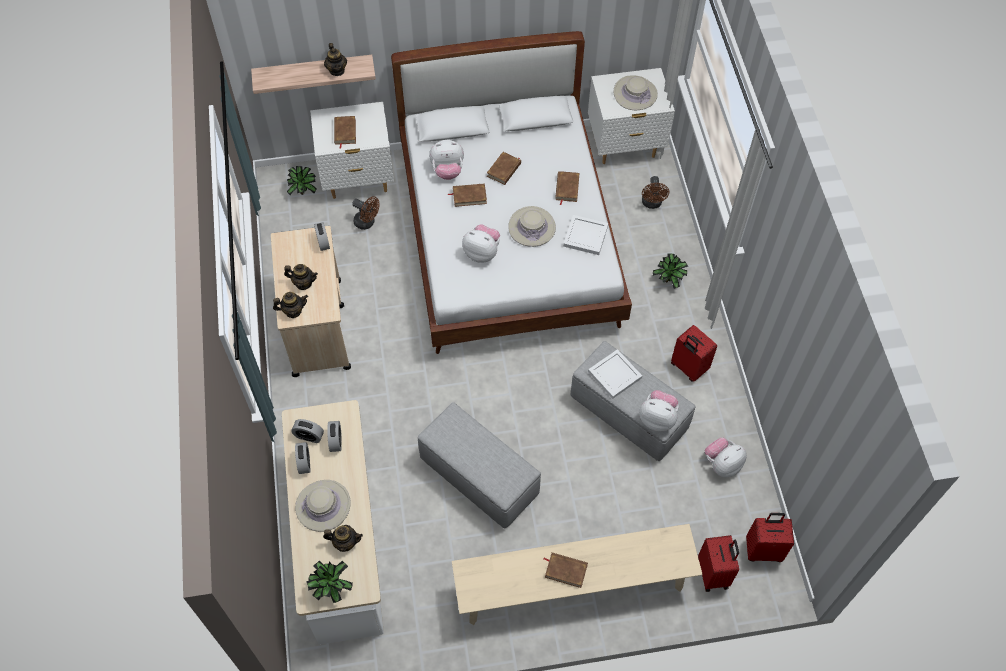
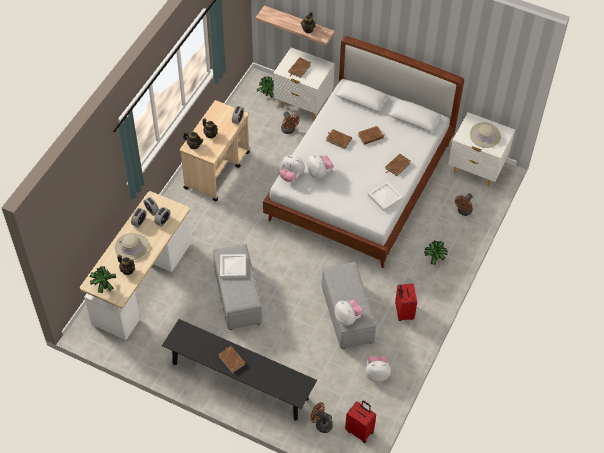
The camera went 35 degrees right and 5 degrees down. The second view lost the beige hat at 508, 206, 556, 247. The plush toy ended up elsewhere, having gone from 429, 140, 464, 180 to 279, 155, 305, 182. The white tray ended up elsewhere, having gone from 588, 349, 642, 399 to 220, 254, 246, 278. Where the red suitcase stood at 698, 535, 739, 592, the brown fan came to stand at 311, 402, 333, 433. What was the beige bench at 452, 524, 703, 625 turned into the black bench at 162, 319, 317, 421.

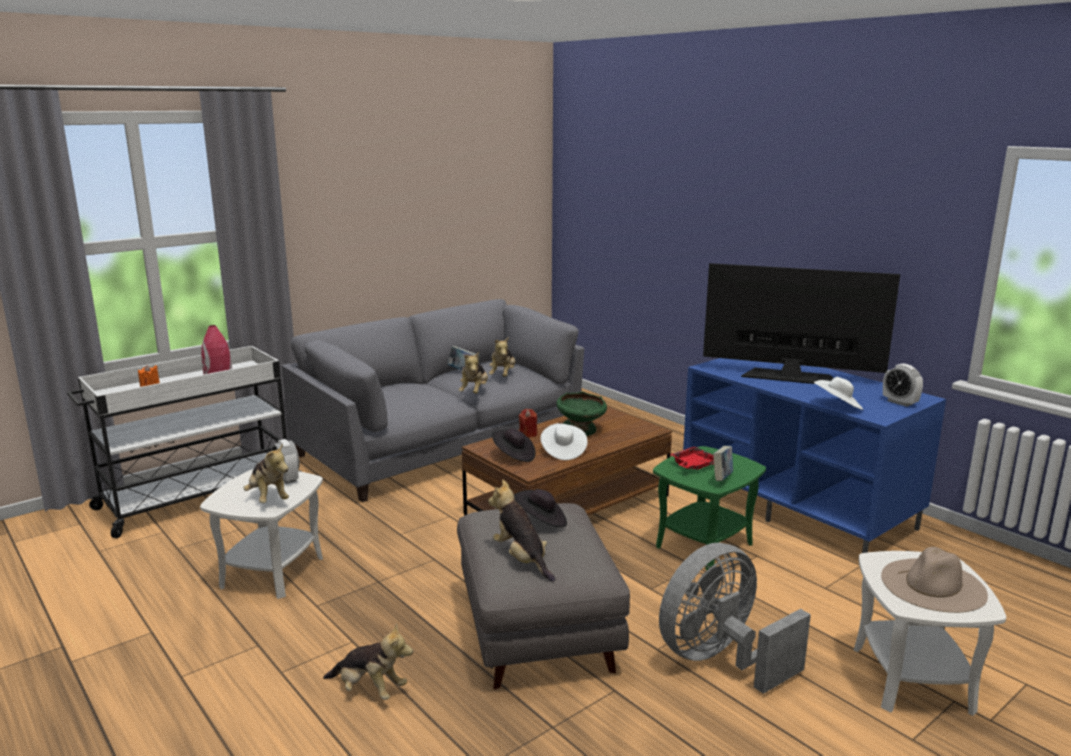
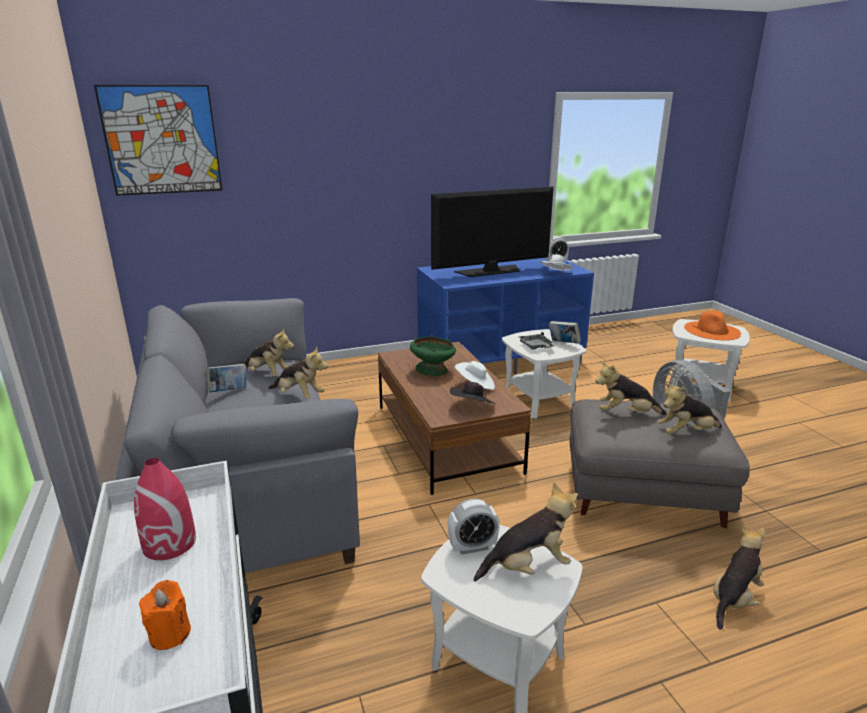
The camera went 70 degrees left and 5 degrees up. The second view lost the red candle at 519, 409, 537, 438. The second view gained the picture at 94, 85, 222, 196. Where the black hat stood at 514, 489, 567, 528, the plush toy came to stand at 595, 361, 667, 415. What was the green side table at 653, 446, 766, 571 turned into the white side table at 502, 329, 586, 419. What was the red tray at 669, 446, 714, 470 turned into the grey tray at 518, 332, 555, 350. What was the beige hat at 881, 547, 988, 613 turned into the orange hat at 684, 310, 741, 341. The television at 703, 263, 900, 384 ended up facing another way, 150 degrees counterclockwise from before.

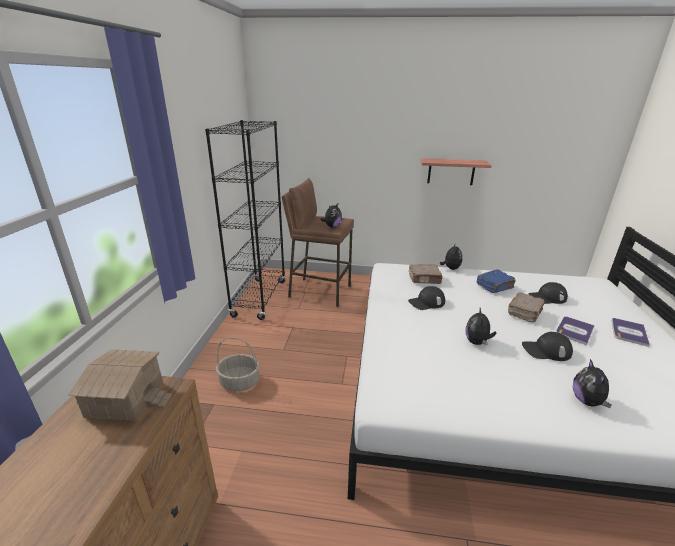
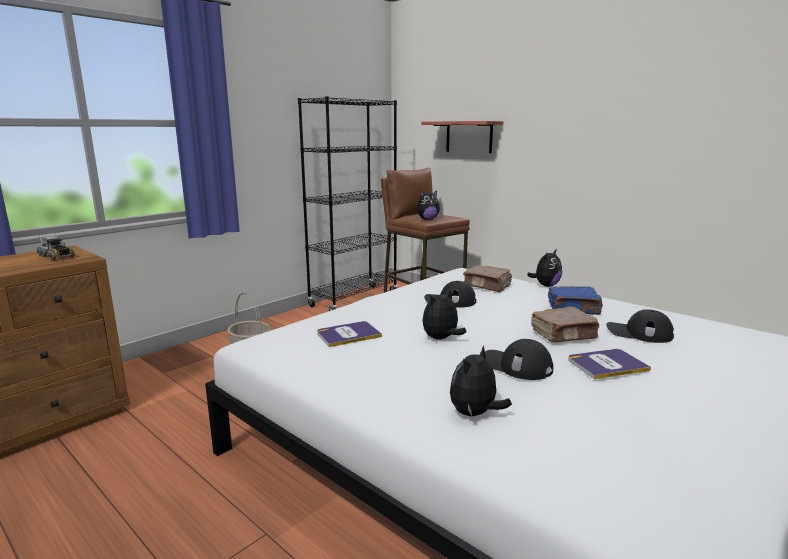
The camera went 35 degrees right and 10 degrees down. The shelf ended up elsewhere, having gone from 421, 158, 492, 185 to 421, 121, 503, 153. The book ended up elsewhere, having gone from 612, 318, 650, 347 to 317, 321, 382, 347. Where the toy house stood at 68, 349, 172, 421, the toy truck came to stand at 37, 233, 74, 260.

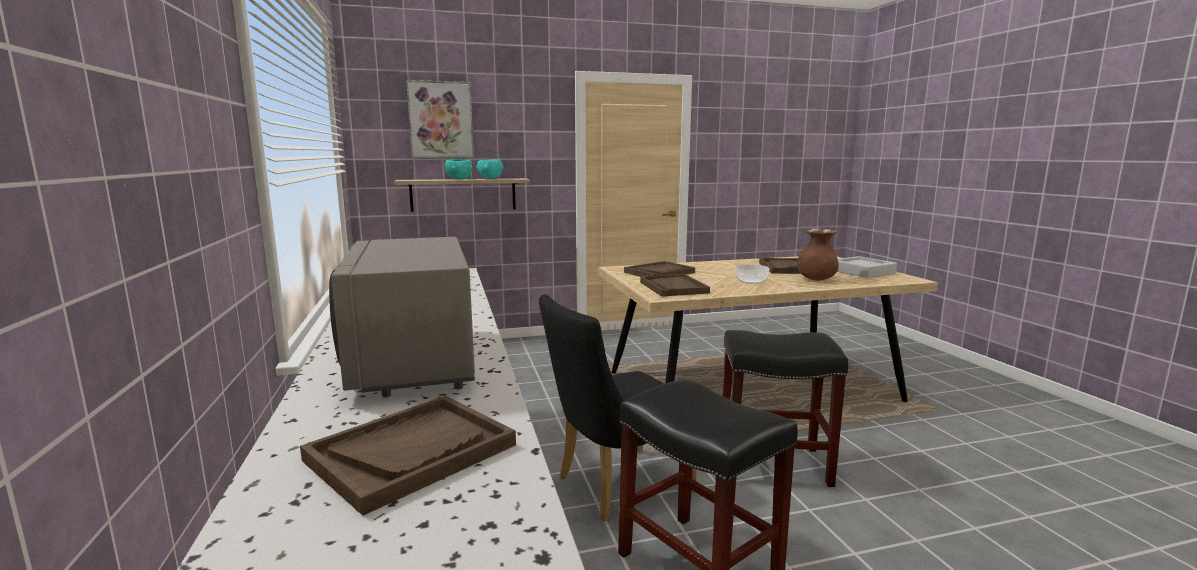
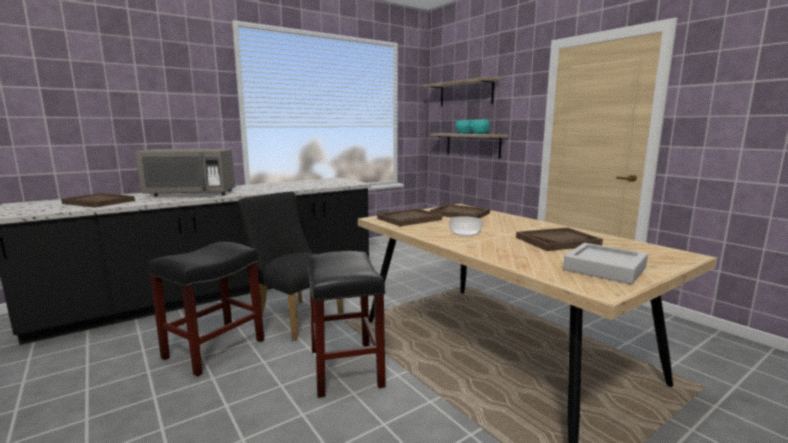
The camera went 70 degrees right and 0 degrees up. The second view lost the brown vase at 797, 229, 839, 281. Where the picture hung at 406, 80, 474, 158, the shelf came to hang at 424, 77, 501, 106. The grey microwave at 329, 237, 475, 397 ended up facing another way, 150 degrees counterclockwise from before.

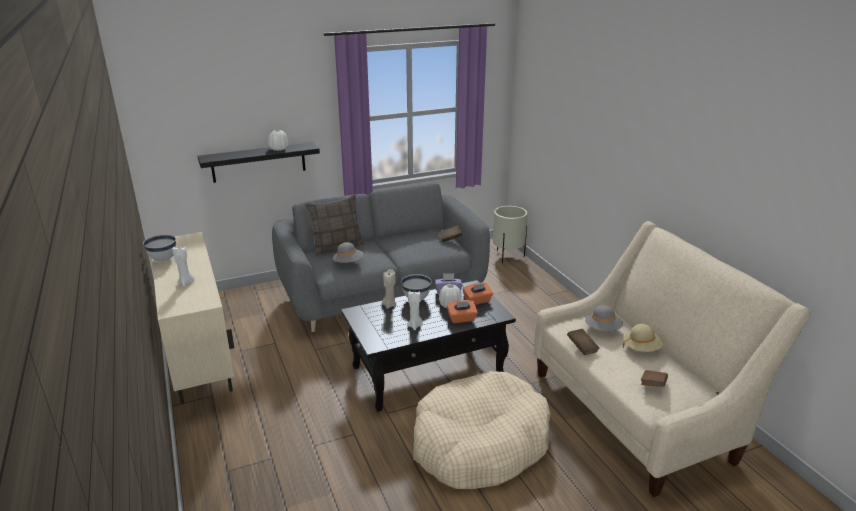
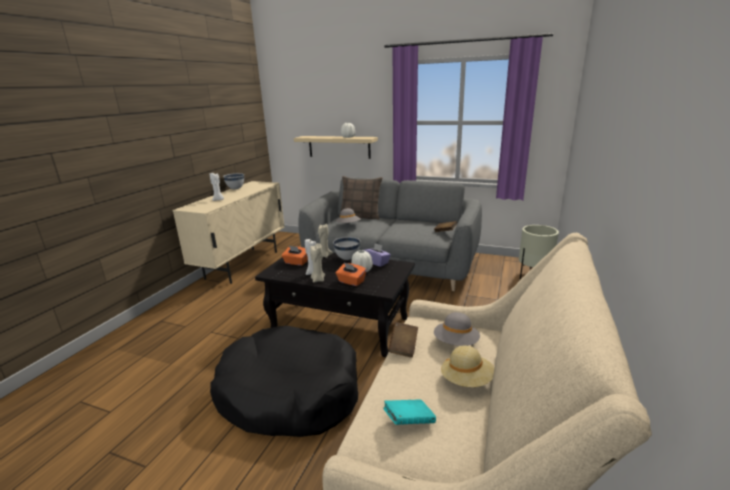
The camera went 45 degrees right and 5 degrees down. The second view gained the beige candle at 310, 243, 325, 283. The orange tissue box ended up elsewhere, having gone from 463, 283, 493, 305 to 282, 246, 308, 266. What was the black shelf at 198, 142, 320, 183 turned into the beige shelf at 294, 136, 378, 159. What was the beige dog bed at 413, 371, 550, 489 turned into the black dog bed at 210, 326, 358, 437. What was the brown book at 641, 370, 668, 387 turned into the turquoise book at 383, 399, 436, 425.

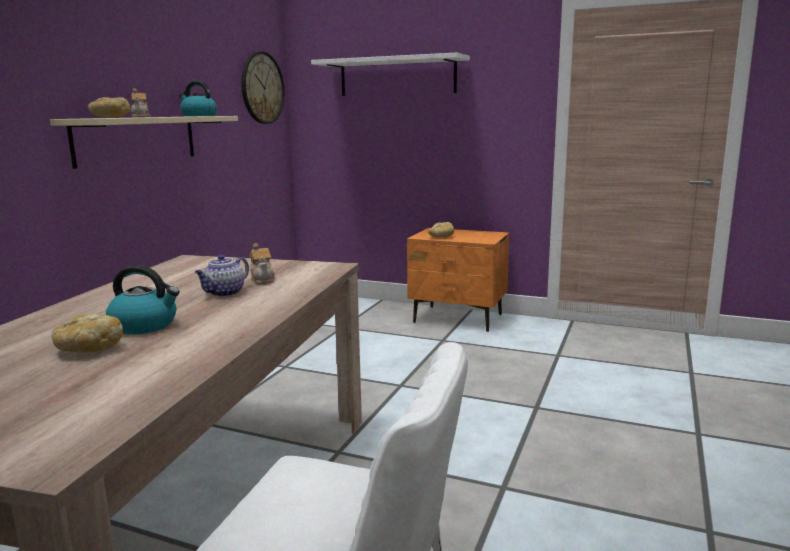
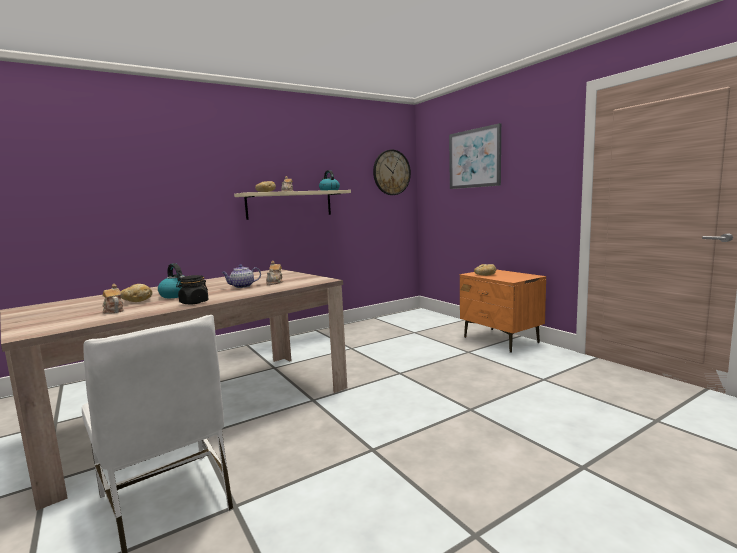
The camera went 35 degrees right and 5 degrees down. The second view gained the teapot at 102, 284, 124, 314. The second view gained the black jar at 176, 275, 208, 305. Where the white shelf hung at 311, 53, 470, 96, the picture came to hang at 449, 123, 501, 189.

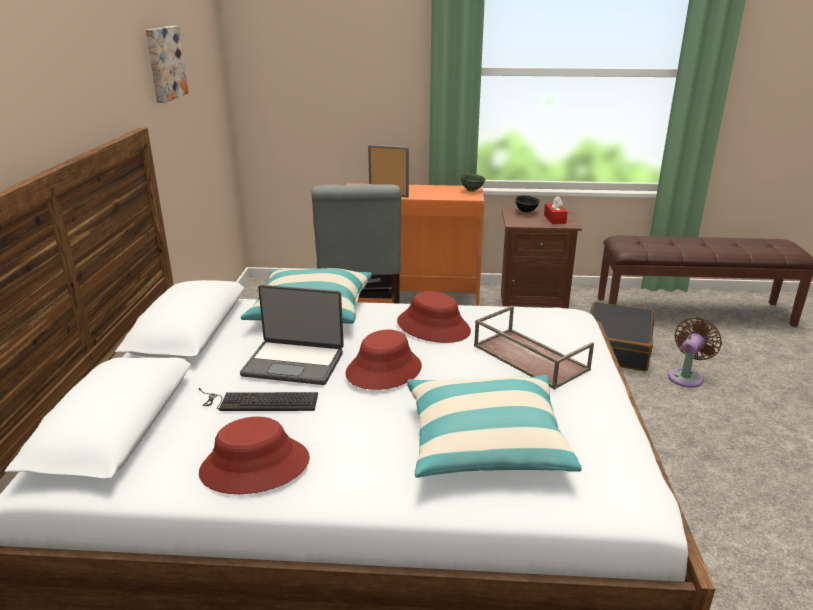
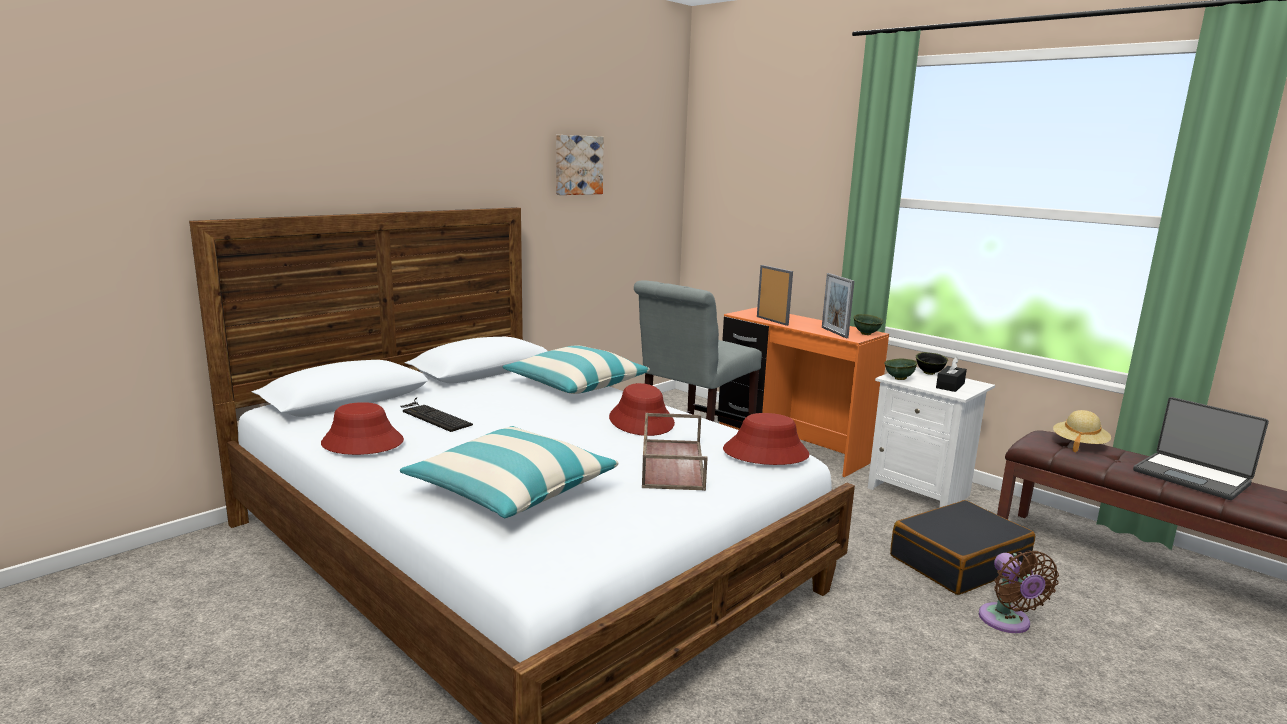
The camera went 40 degrees right and 10 degrees down. The second view gained the picture frame at 822, 273, 855, 338. The second view gained the green bowl at 884, 358, 918, 380. The second view gained the beige hat at 1053, 410, 1111, 453. The laptop ended up elsewhere, having gone from 240, 285, 344, 385 to 1133, 397, 1269, 500. The red hat ended up elsewhere, having gone from 345, 330, 422, 390 to 723, 413, 810, 465. What was the brown nightstand at 501, 209, 582, 309 turned into the white nightstand at 868, 367, 995, 507. What was the red tissue box at 544, 196, 568, 224 turned into the black tissue box at 936, 357, 967, 392. The brown fan at 668, 318, 722, 388 ended up facing another way, 90 degrees clockwise from before.

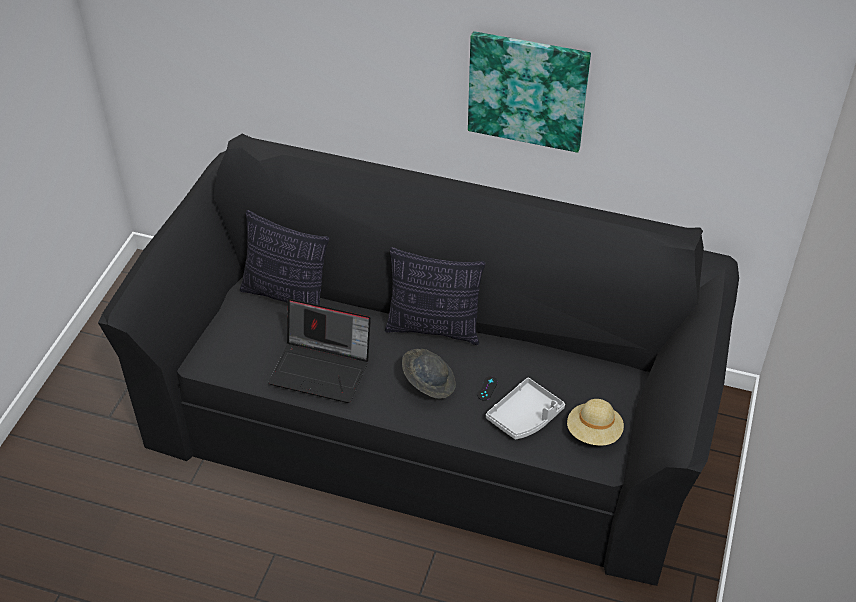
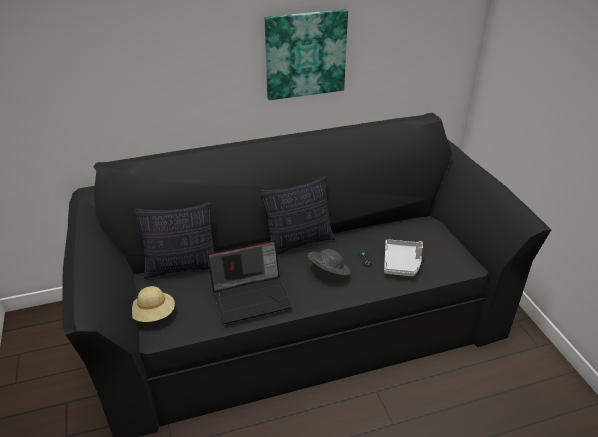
The camera went 35 degrees left and 10 degrees down. The beige hat ended up elsewhere, having gone from 567, 399, 624, 446 to 132, 286, 175, 322.

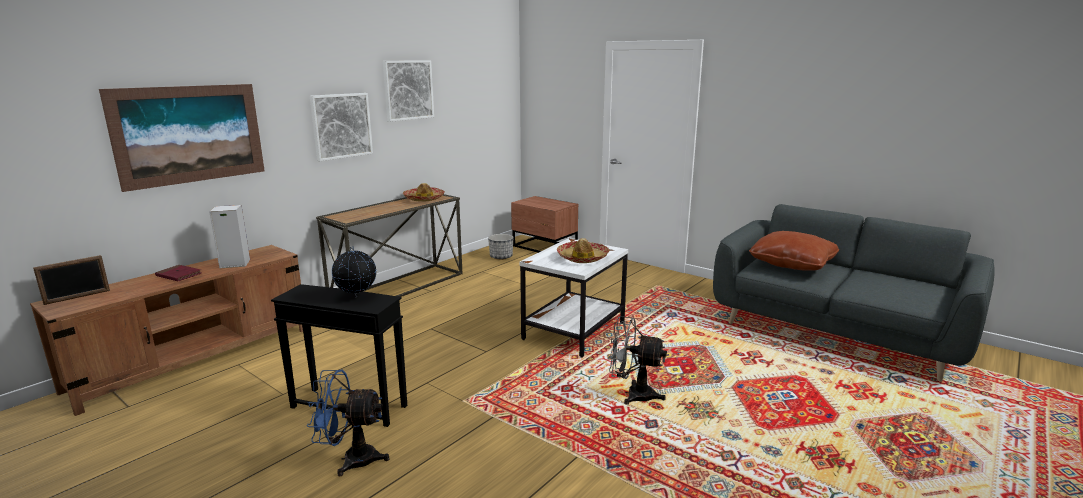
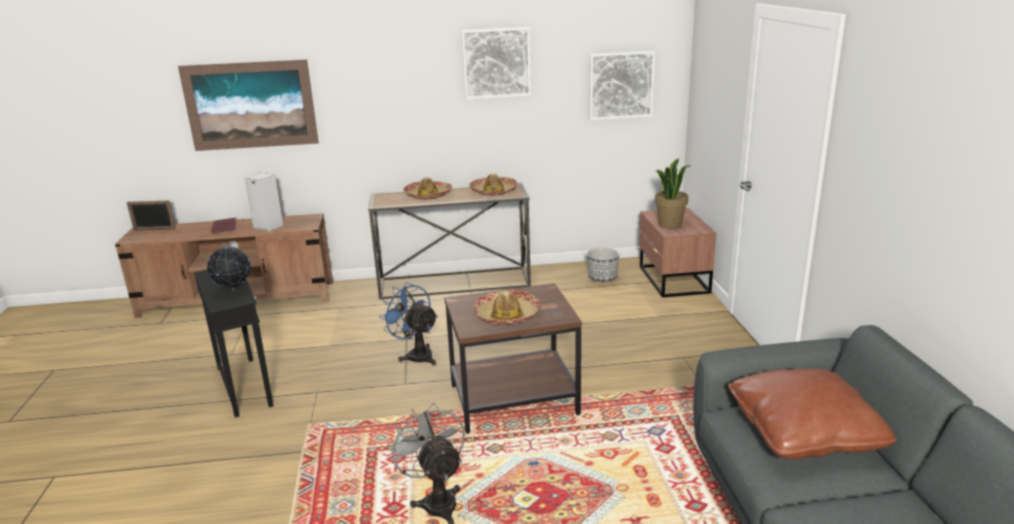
The camera went 45 degrees right and 5 degrees up. The second view gained the hat at 403, 177, 452, 200. The second view gained the potted plant at 655, 159, 690, 229. The blue fan ended up elsewhere, having gone from 307, 370, 389, 476 to 379, 283, 438, 366. The picture ended up elsewhere, having gone from 310, 93, 373, 161 to 589, 51, 655, 120. What was the white side table at 520, 238, 628, 358 turned into the brown side table at 444, 283, 582, 434.

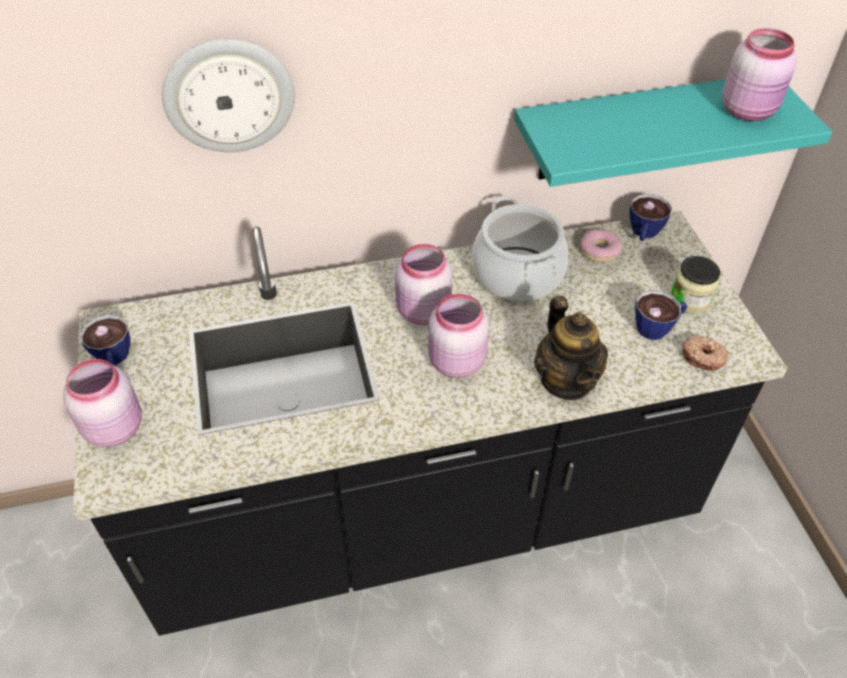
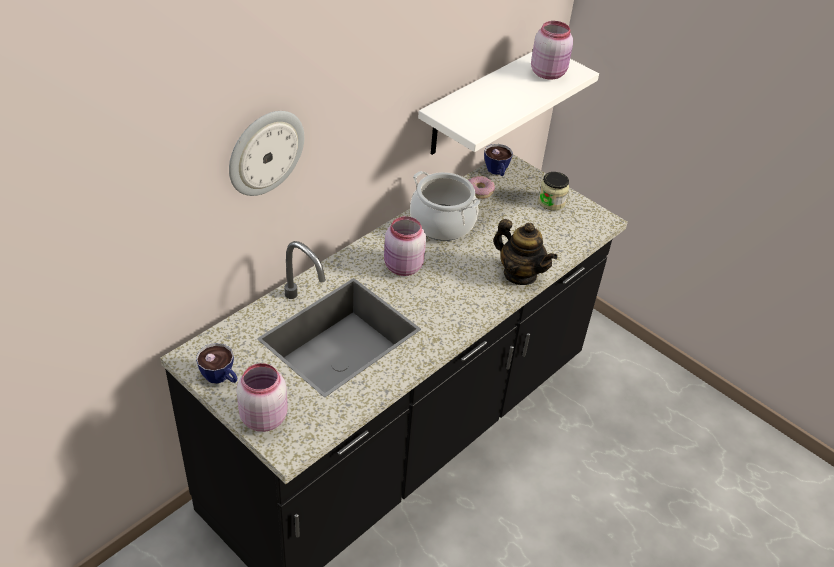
The camera went 35 degrees left and 5 degrees down. The second view lost the pink jar at 428, 294, 489, 378. The second view lost the cup at 635, 290, 687, 340. The second view lost the donut at 682, 336, 729, 371. What was the turquoise shelf at 514, 79, 832, 187 turned into the white shelf at 418, 51, 599, 155.

